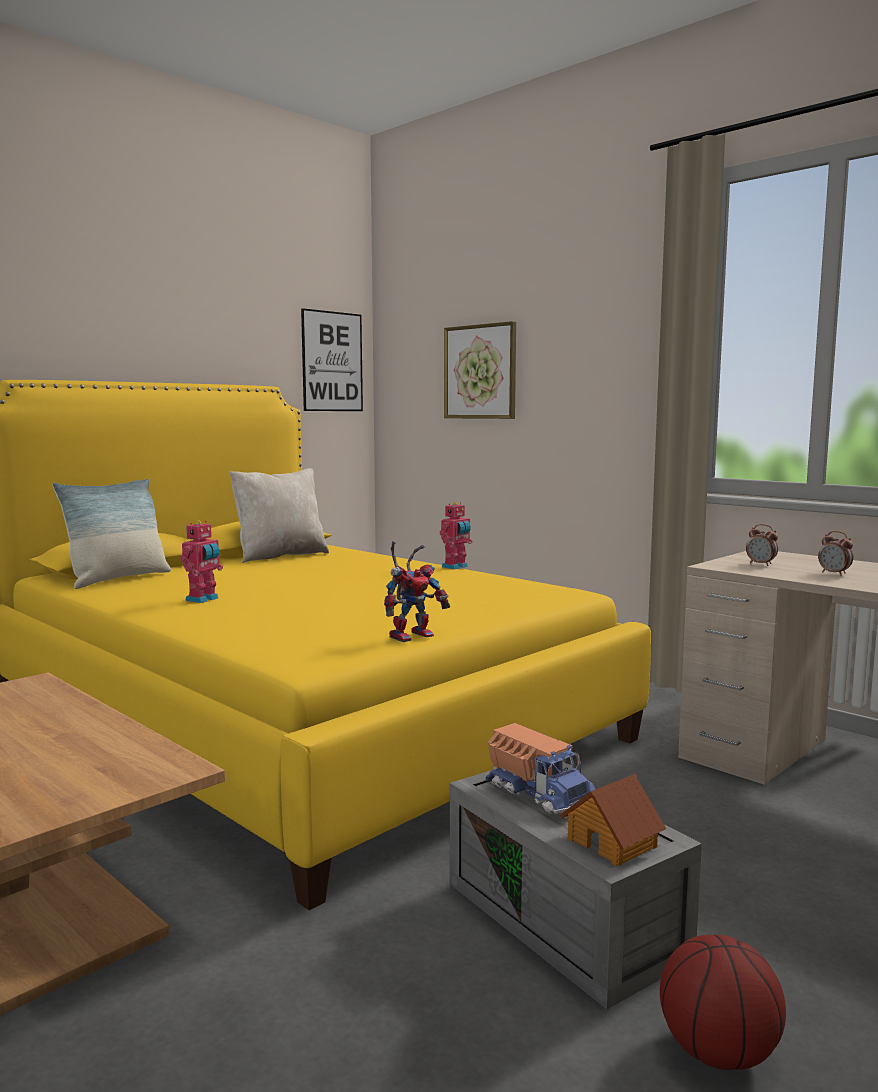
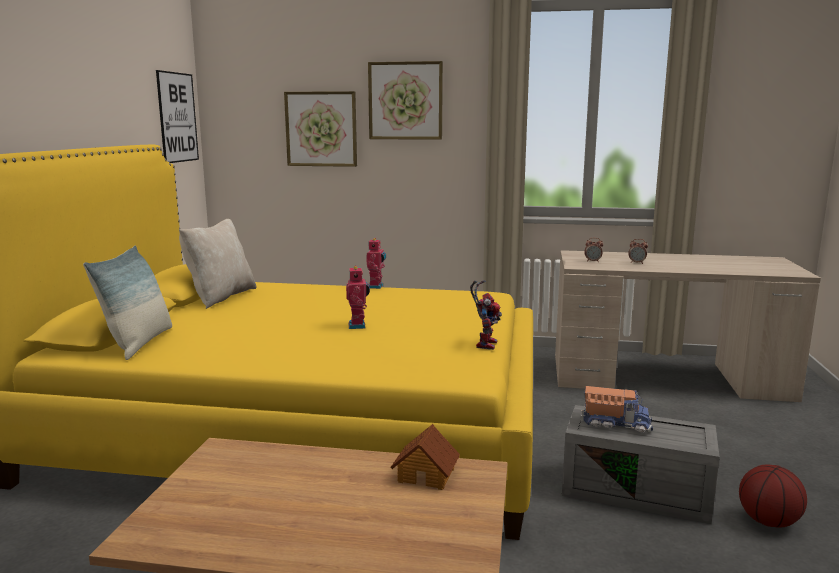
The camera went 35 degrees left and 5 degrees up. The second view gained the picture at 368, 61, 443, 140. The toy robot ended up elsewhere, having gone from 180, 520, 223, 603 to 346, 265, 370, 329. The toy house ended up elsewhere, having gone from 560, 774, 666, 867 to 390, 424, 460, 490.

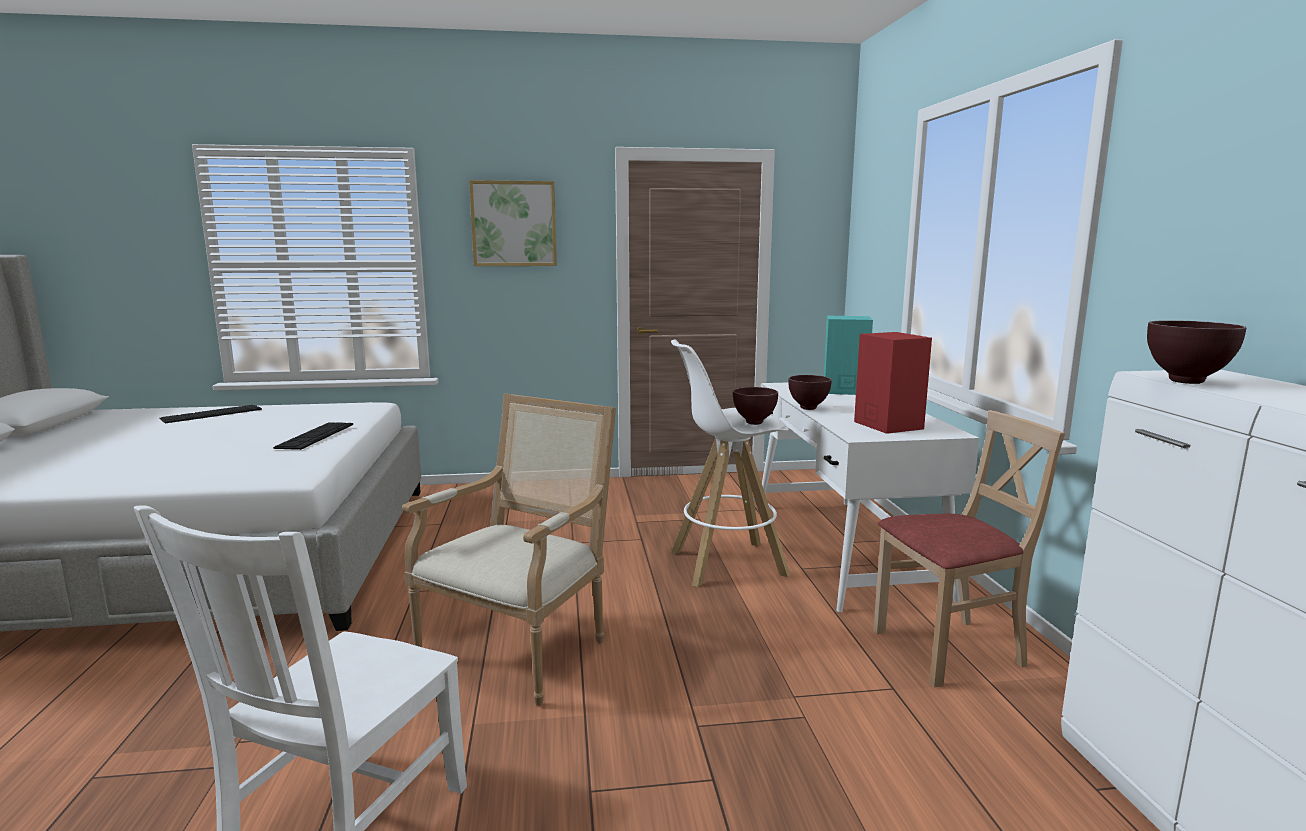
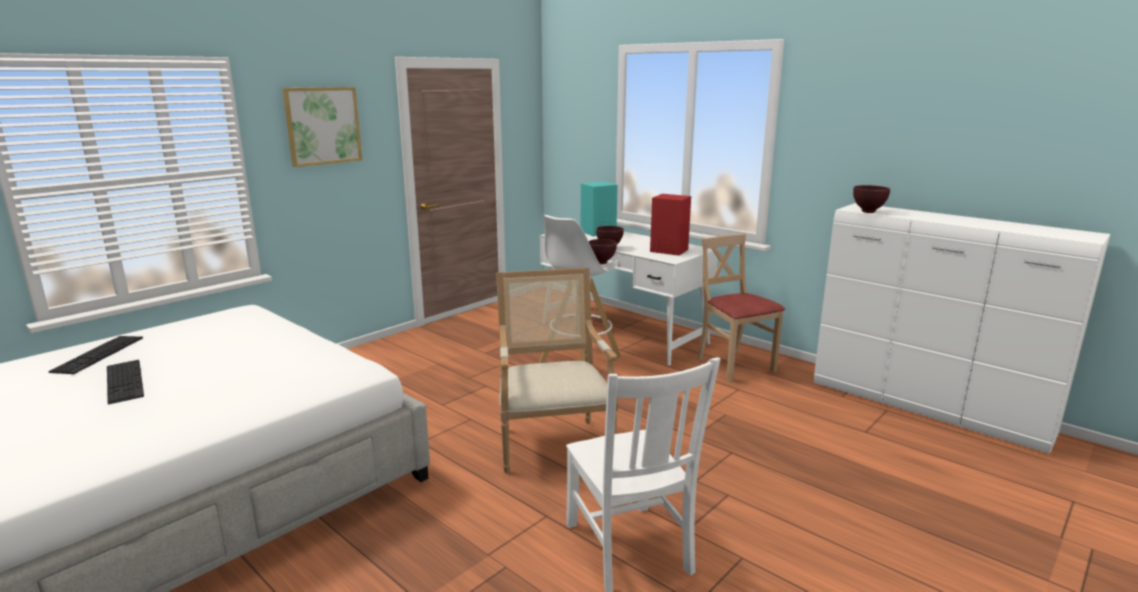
The camera went 40 degrees left and 5 degrees up. The keyboard ended up elsewhere, having gone from 273, 422, 353, 450 to 107, 360, 144, 404. The beige chair at 873, 410, 1065, 688 ended up facing another way, 60 degrees counterclockwise from before.

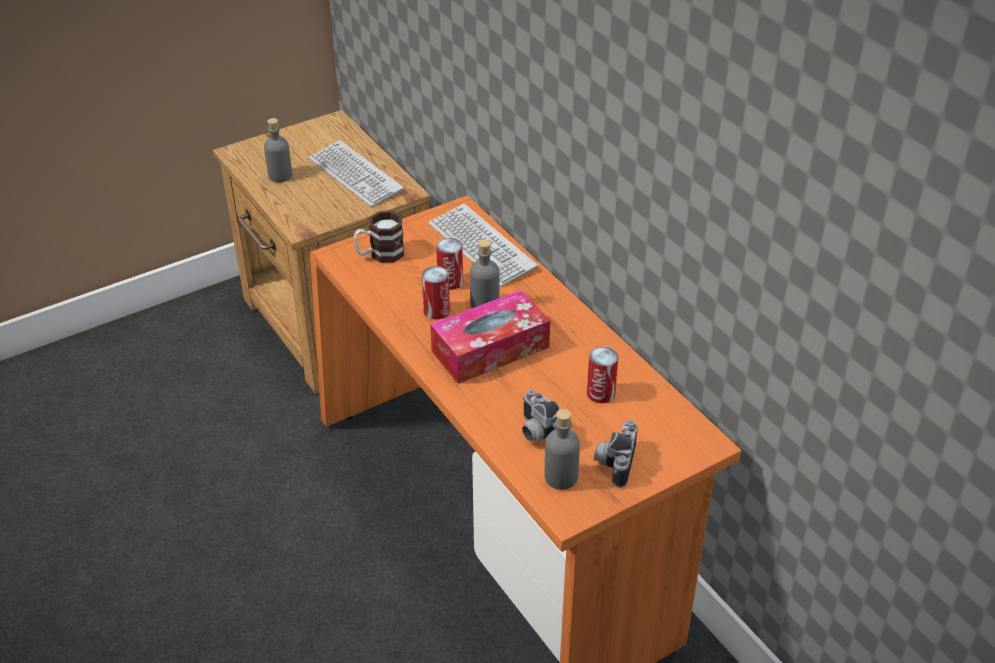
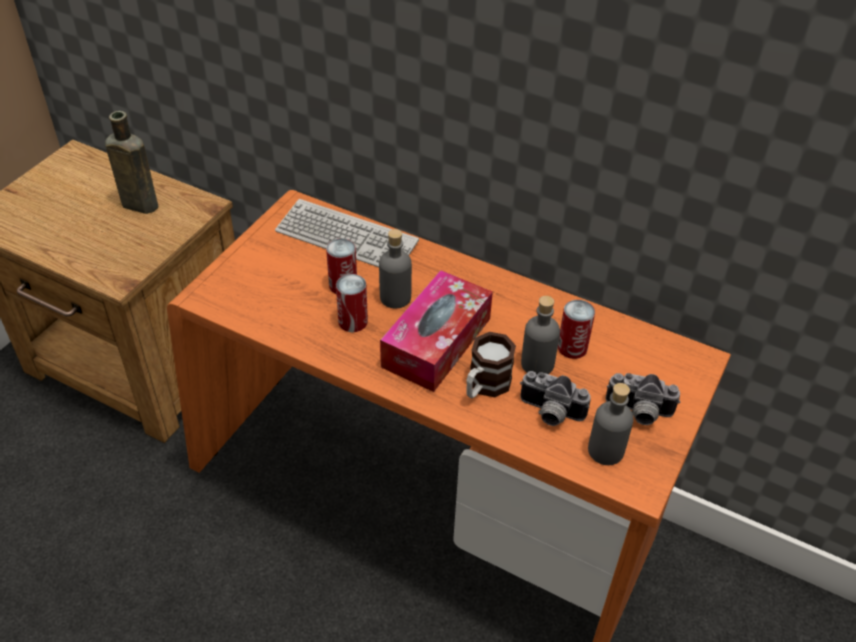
The camera went 30 degrees left and 5 degrees up. The grey bottle ended up elsewhere, having gone from 264, 118, 292, 183 to 521, 296, 560, 375. The mug ended up elsewhere, having gone from 354, 211, 404, 263 to 466, 332, 516, 398. Where the keyboard stood at 309, 140, 404, 207, the brown bottle came to stand at 105, 111, 158, 214. The photo camera at 594, 419, 638, 488 ended up facing another way, 60 degrees counterclockwise from before.

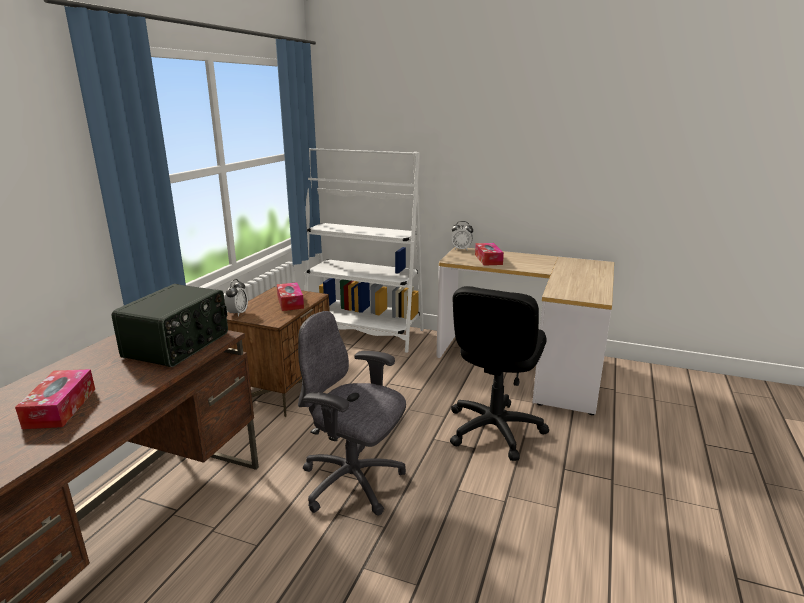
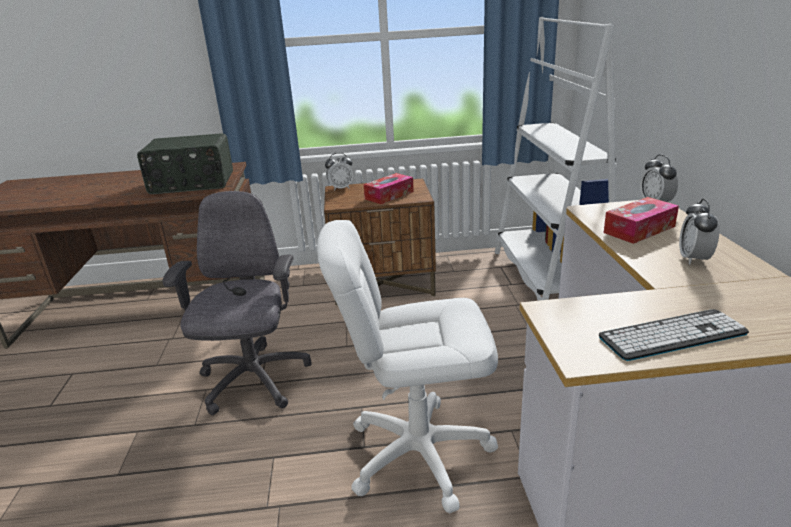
The camera went 65 degrees right and 5 degrees up. The second view lost the tissue box at 15, 369, 95, 429. The second view gained the keyboard at 599, 309, 749, 361. The second view gained the alarm clock at 679, 199, 720, 265. What was the black office chair at 450, 286, 549, 461 turned into the white office chair at 317, 220, 498, 514.

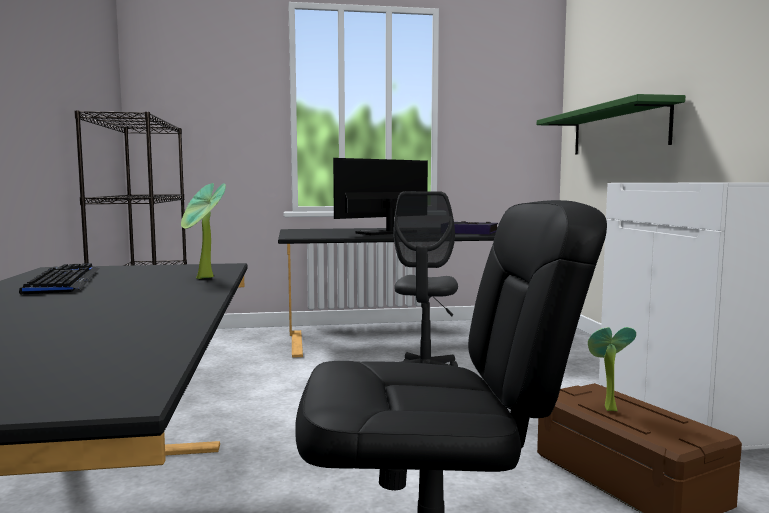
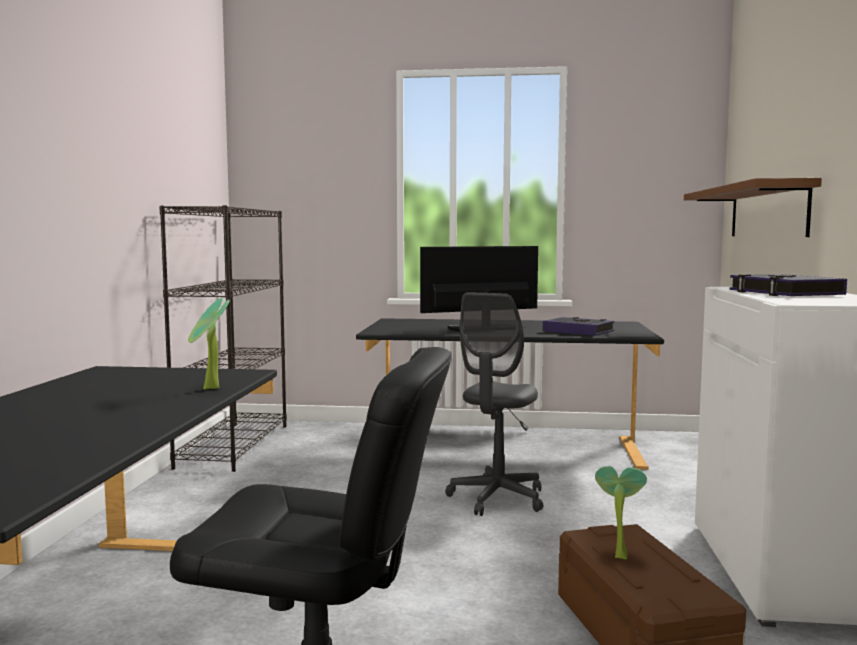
The camera went 15 degrees right and 0 degrees up. The second view lost the keyboard at 19, 263, 99, 295. The second view gained the book at 730, 274, 847, 296. What was the green shelf at 537, 94, 685, 155 turned into the brown shelf at 684, 178, 822, 237.

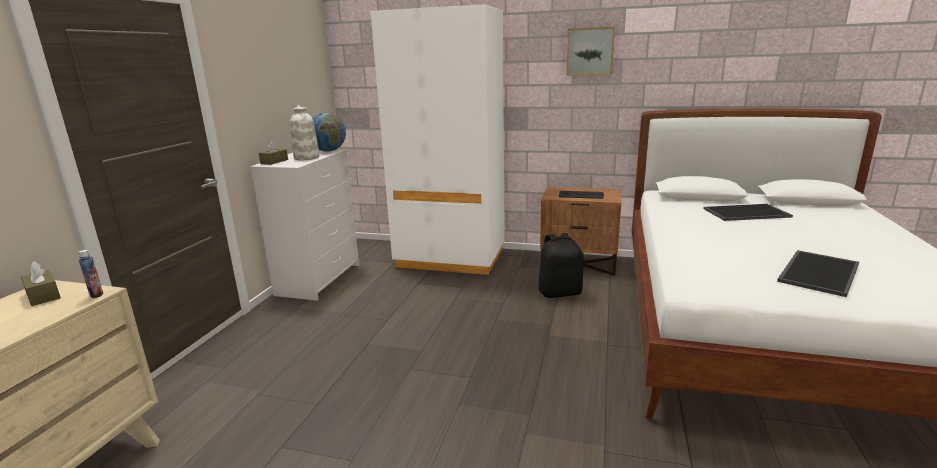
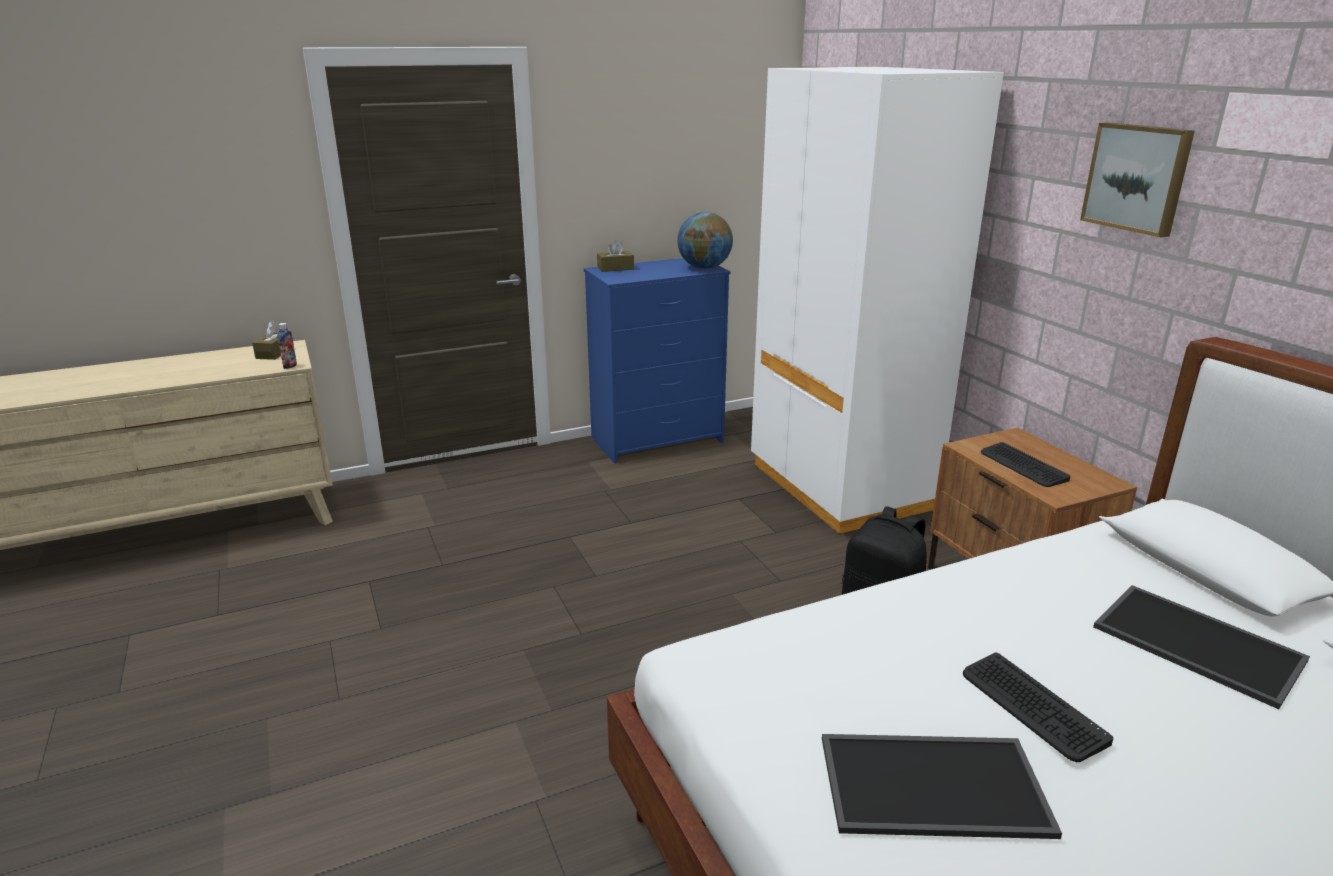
The camera went 50 degrees right and 5 degrees up. The second view lost the white vase at 290, 105, 319, 160. The second view gained the keyboard at 963, 653, 1113, 762. What was the white dresser at 250, 149, 359, 301 turned into the blue dresser at 584, 258, 730, 463.

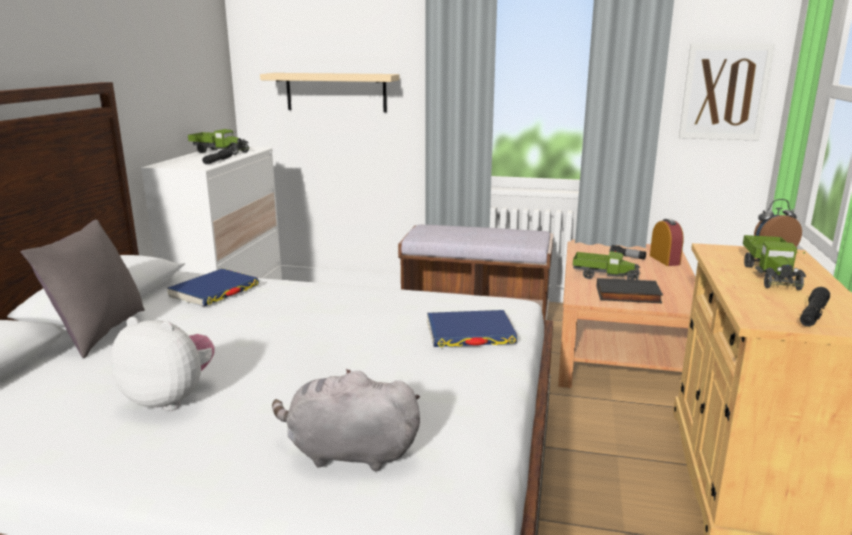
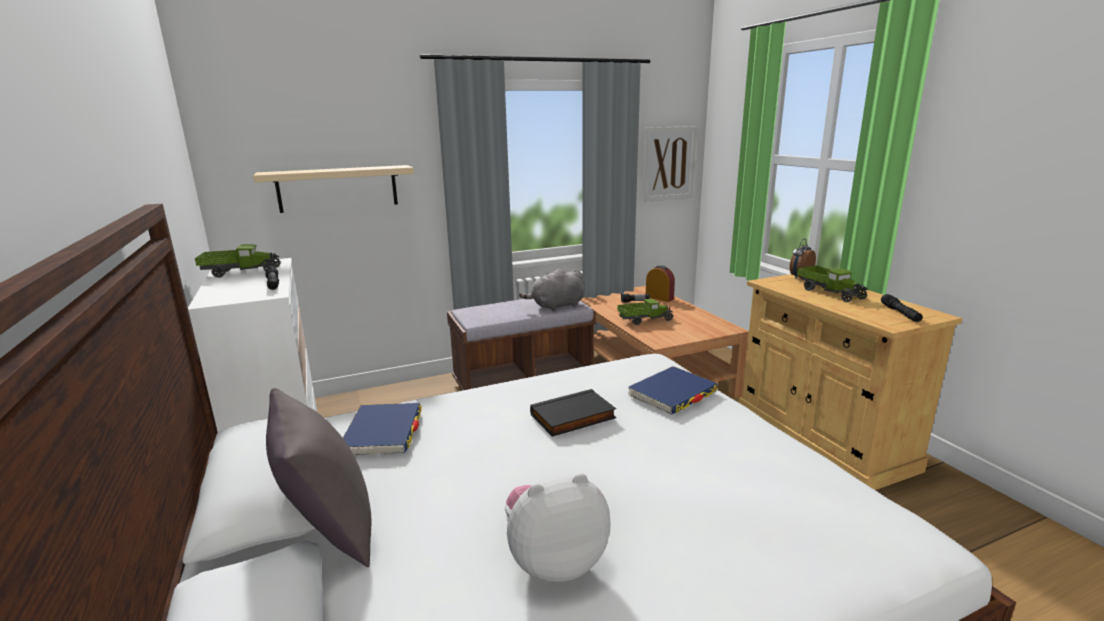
The camera went 35 degrees left and 0 degrees up. The grey plush toy ended up elsewhere, having gone from 272, 369, 420, 472 to 519, 269, 585, 311. The black book ended up elsewhere, having gone from 597, 278, 663, 303 to 530, 389, 616, 437.

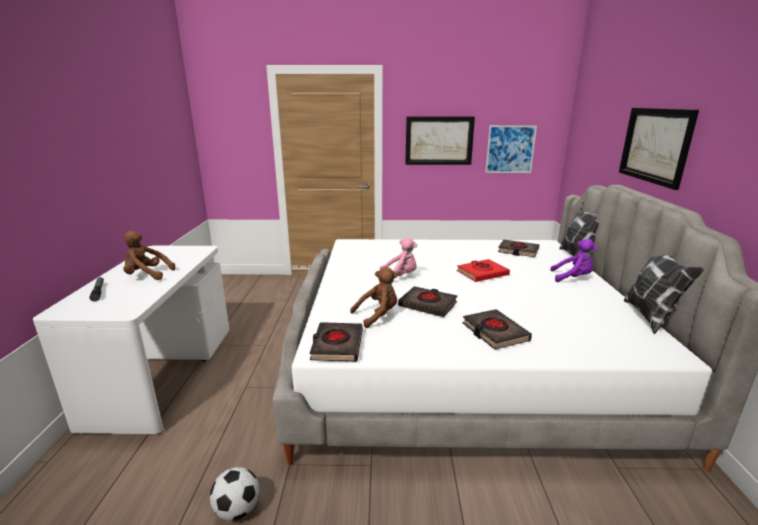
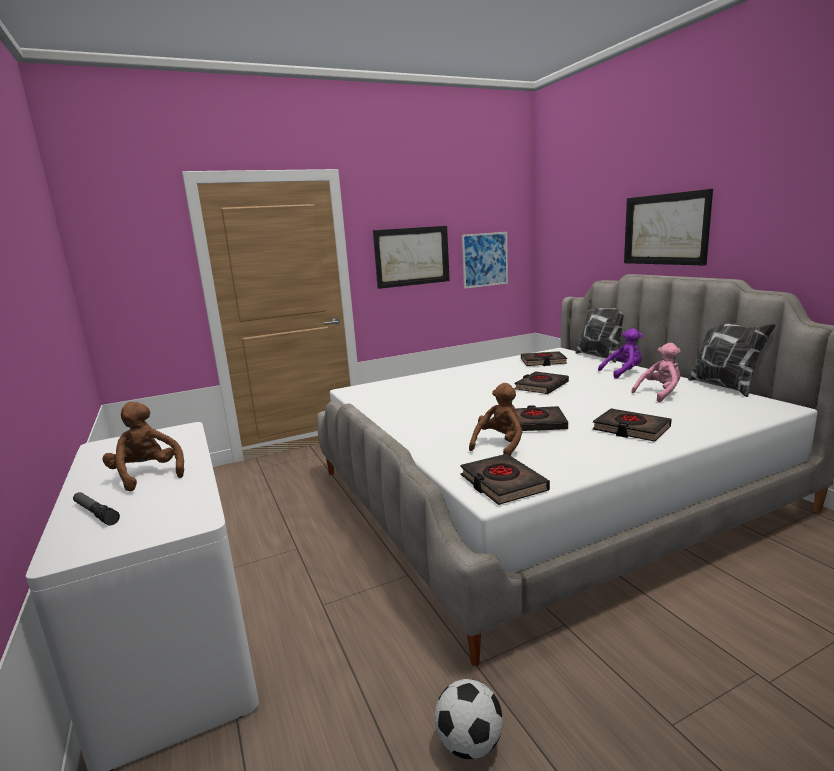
The camera went 25 degrees left and 5 degrees down. The pink plush toy ended up elsewhere, having gone from 380, 238, 417, 276 to 631, 343, 681, 402. What was the red book at 457, 259, 510, 282 turned into the black book at 514, 371, 569, 394. The brown plush toy at 123, 231, 175, 280 ended up facing another way, 75 degrees clockwise from before.

